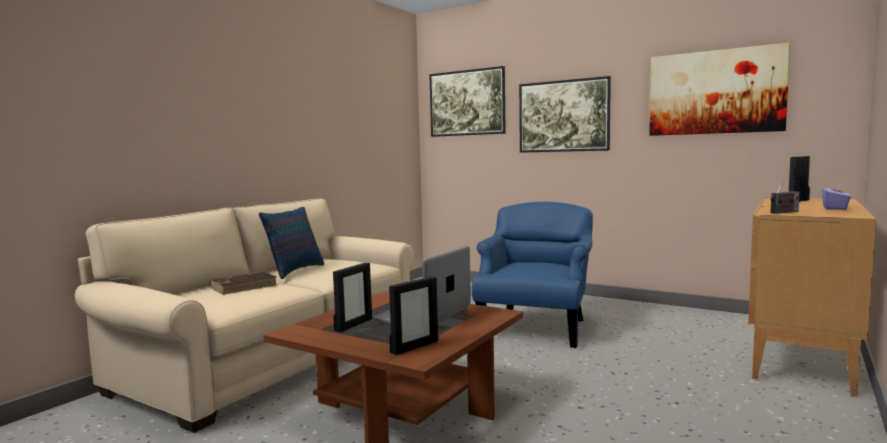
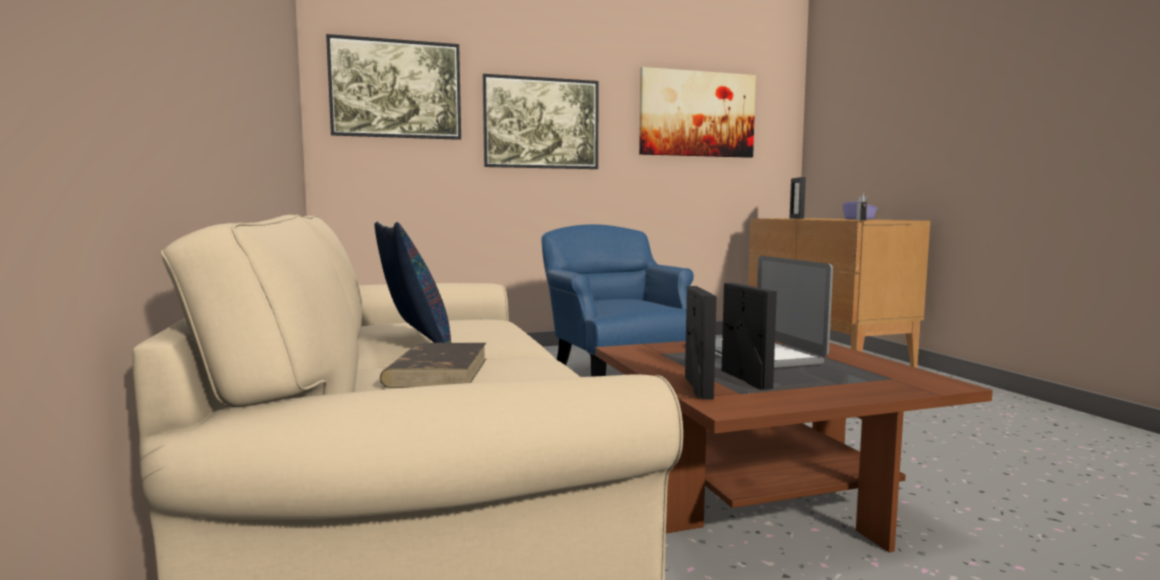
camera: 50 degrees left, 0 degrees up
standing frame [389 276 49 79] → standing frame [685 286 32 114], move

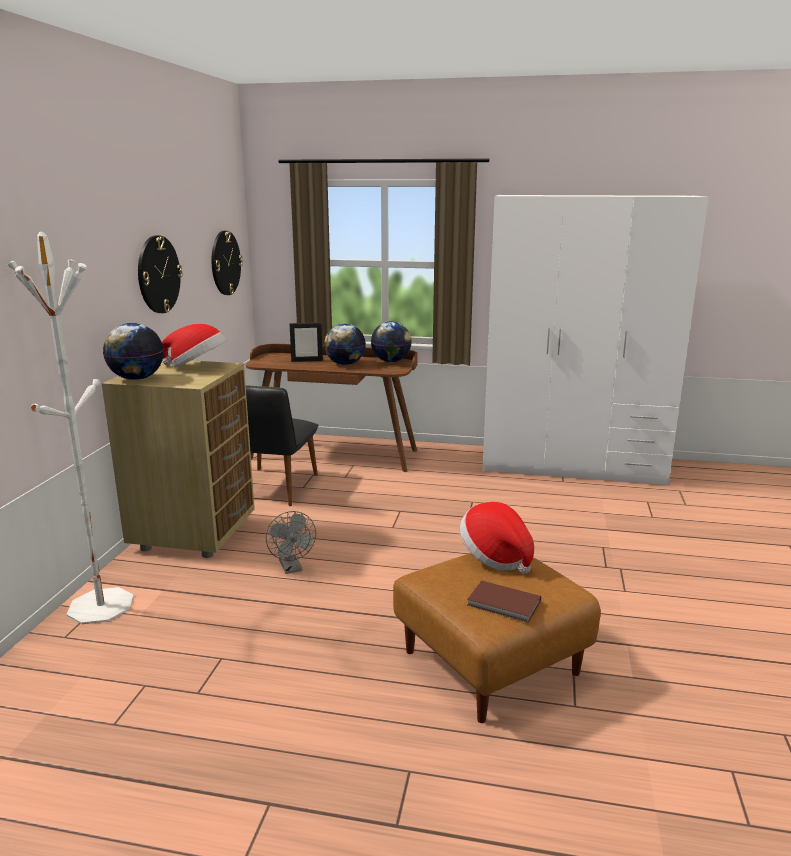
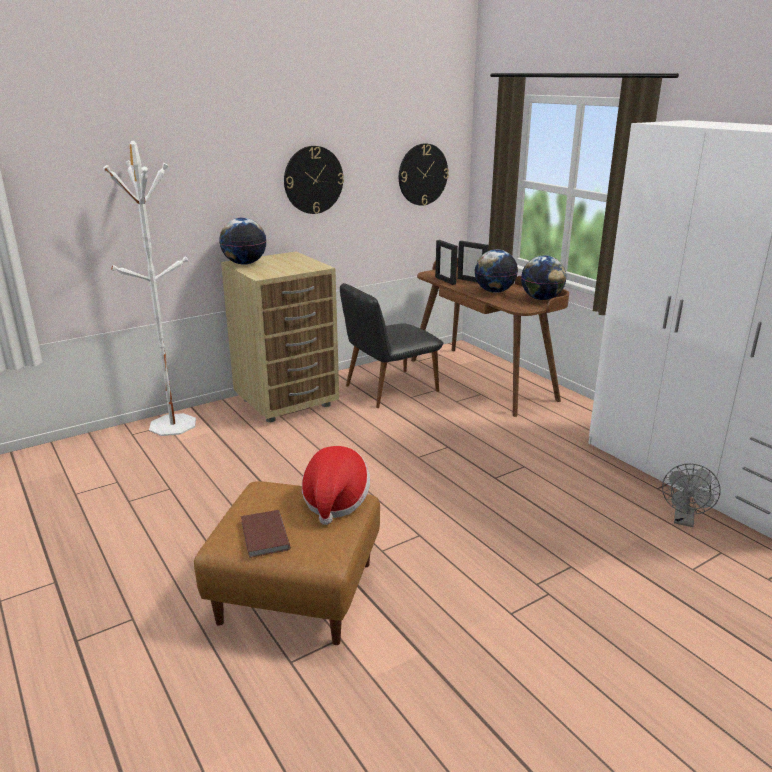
camera: 45 degrees right, 5 degrees up
wearable hat [162 324 65 44] → -
- → standing frame [435 240 23 45]
fan (greyish) [266 511 50 63] → fan (greyish) [662 464 59 63], move

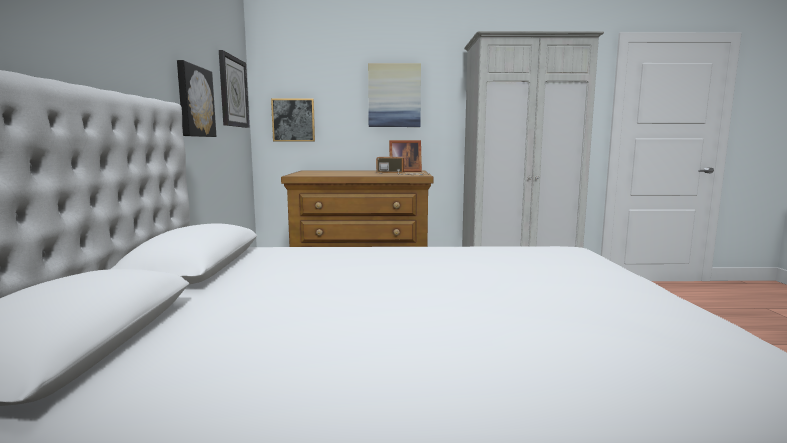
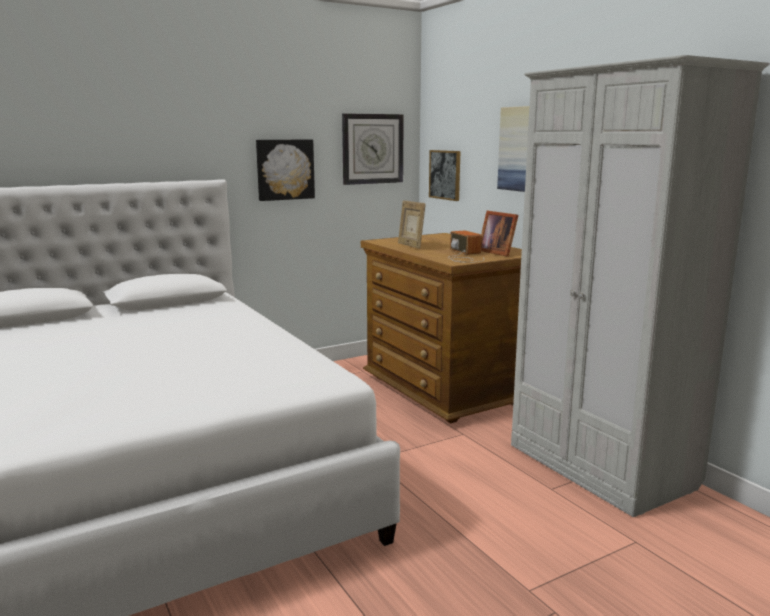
camera: 60 degrees right, 5 degrees up
- → standing frame [398 201 28 48]

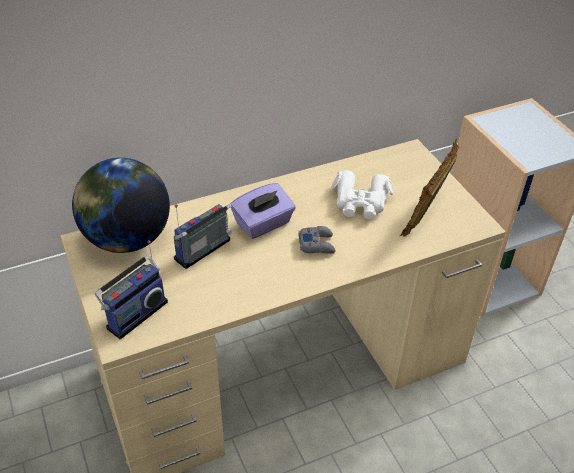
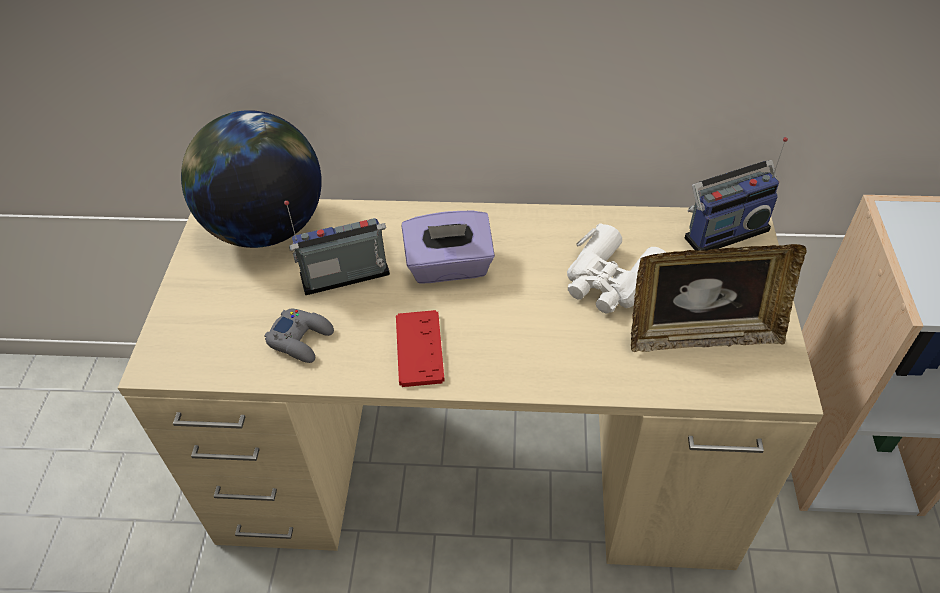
camera: 30 degrees right, 5 degrees up
- → joypad (reddish) [396 310 49 77]
radio [94 240 74 99] → radio [685 137 103 114], move
joypad (greyish) [298 226 37 28] → joypad (greyish) [264 309 70 54], move
standing frame [400 138 59 99] → standing frame [631 244 176 108], 150 degrees counterclockwise

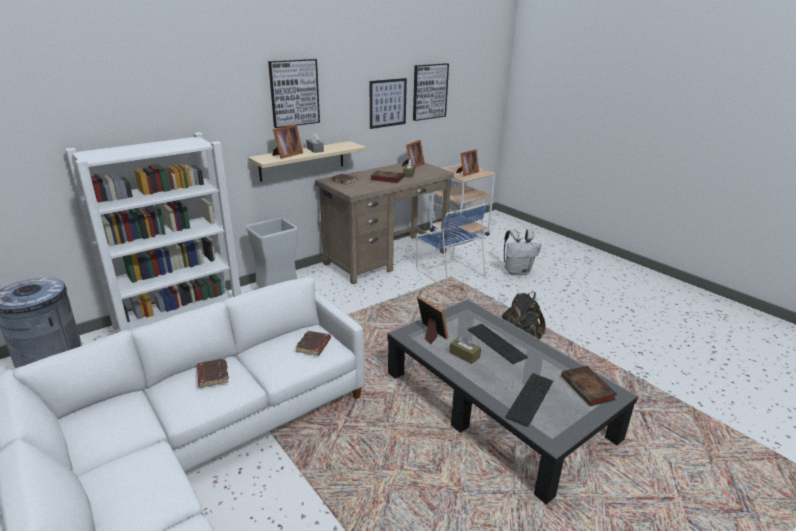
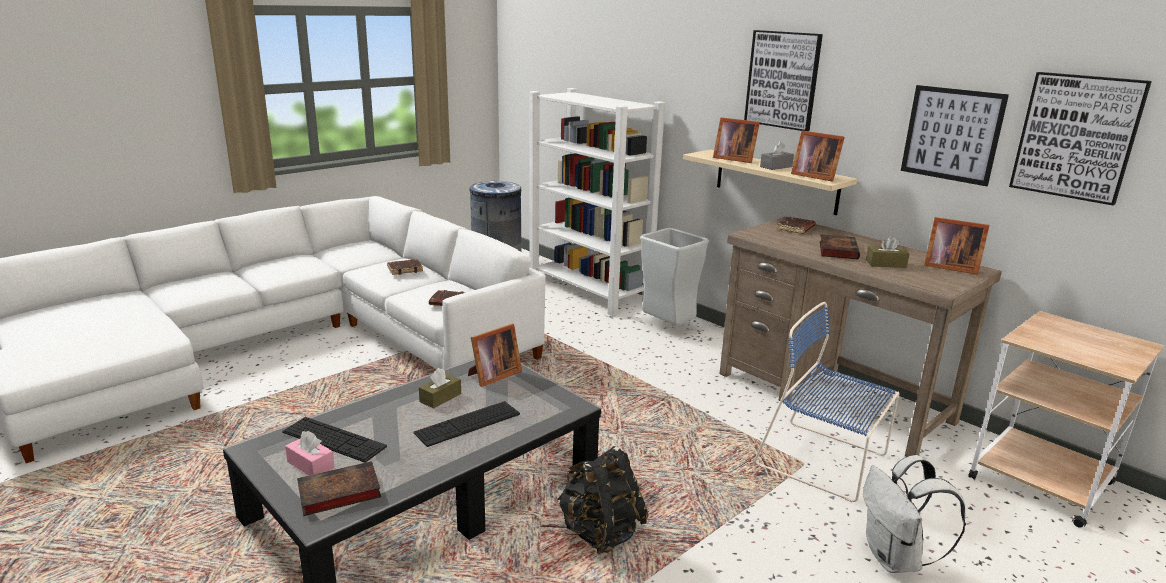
camera: 85 degrees right, 5 degrees down
- → tissue box (pink-coloured) [285 431 50 44]
standing frame [456 149 23 27] → standing frame [791 131 54 51], move
upright chair (blue-coloured) [416 204 70 85] → upright chair (blue-coloured) [754 302 146 200], 75 degrees clockwise

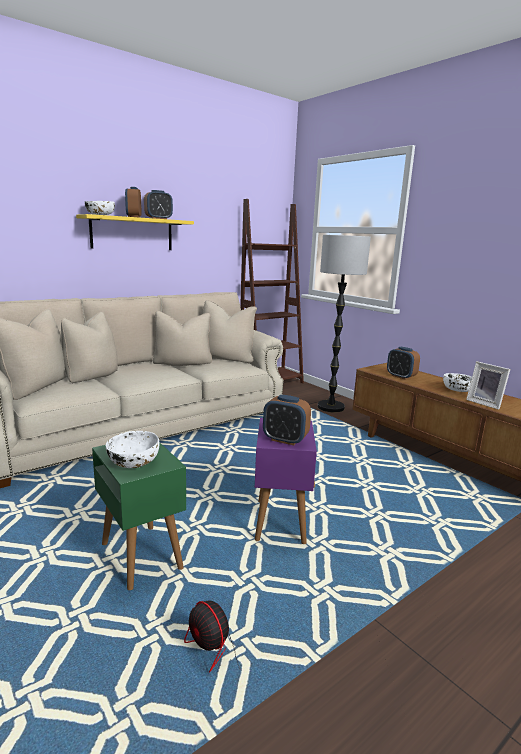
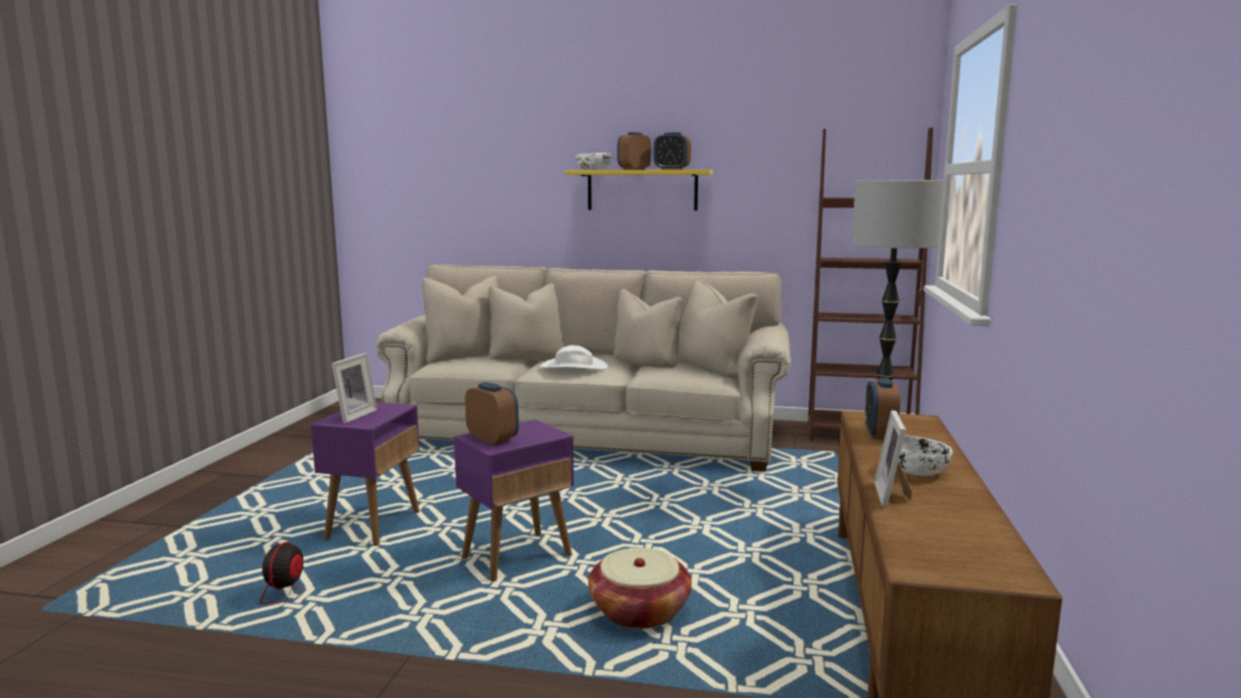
camera: 50 degrees right, 5 degrees down
- → wearable hat (white-coloured) [540 345 68 25]
- → storage basket [588 548 104 81]
serving bowl (white-coloured) [106 431 53 37] → standing frame [331 353 46 70]
end table (green) [92 442 94 148] → end table (purple-coloured) [311 402 109 144]
bedside clock [263 395 48 50] → bedside clock [465 382 54 63], 150 degrees clockwise

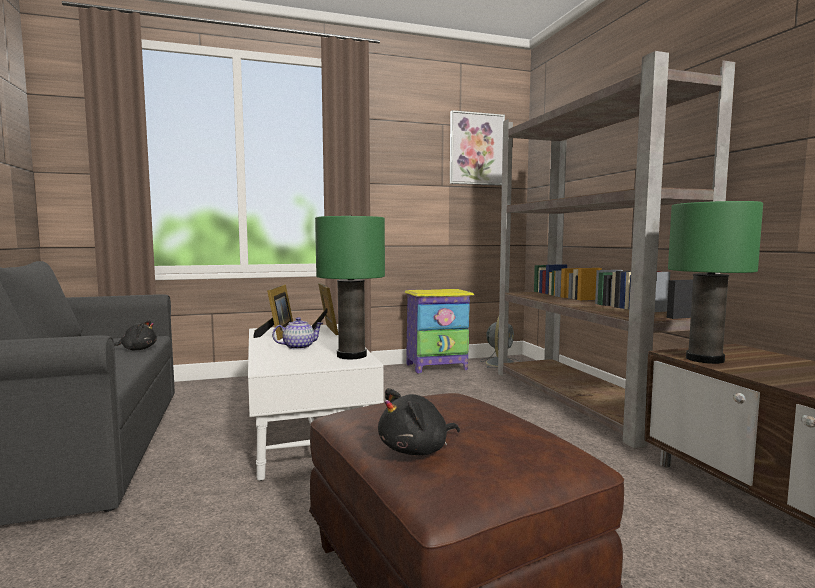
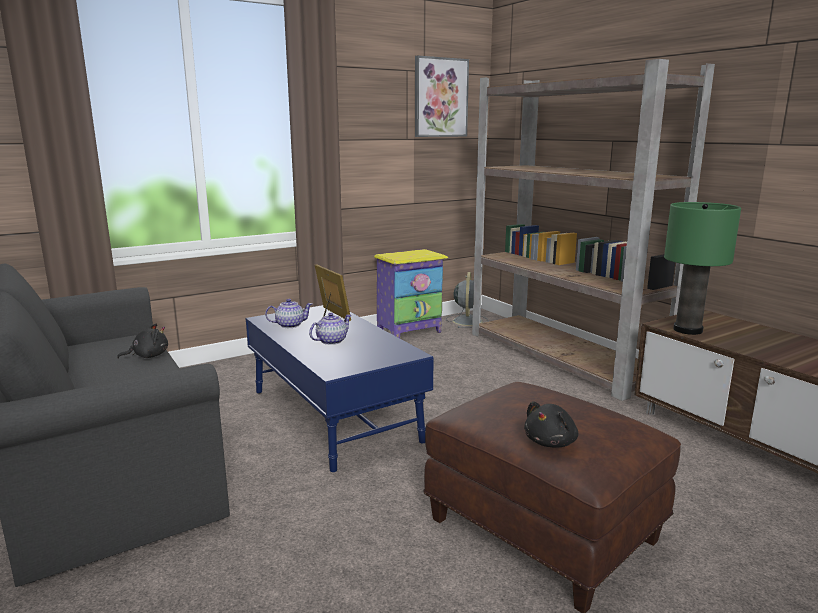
camera: 15 degrees left, 10 degrees up
tabletop lamp (green) [315 215 70 144] → -
standing frame [253 284 40 56] → tea pot [265 299 48 29]
coffee table (white-coloured) [248 324 136 157] → coffee table (blue-coloured) [246 305 188 167]

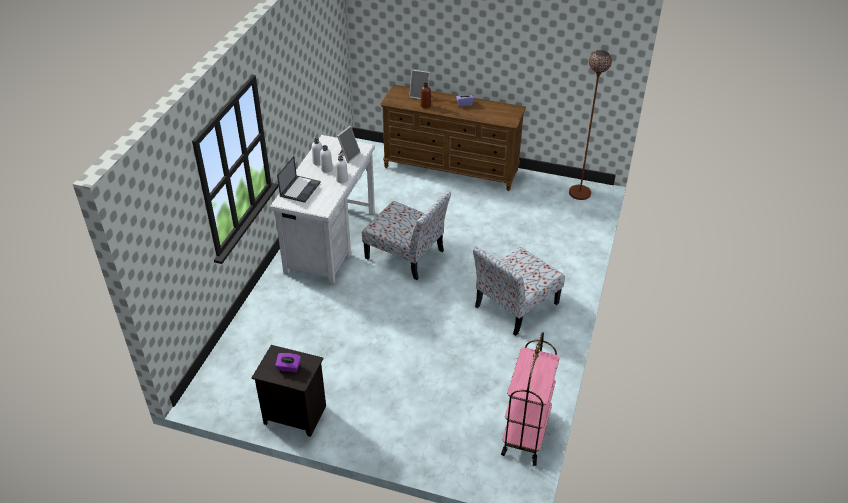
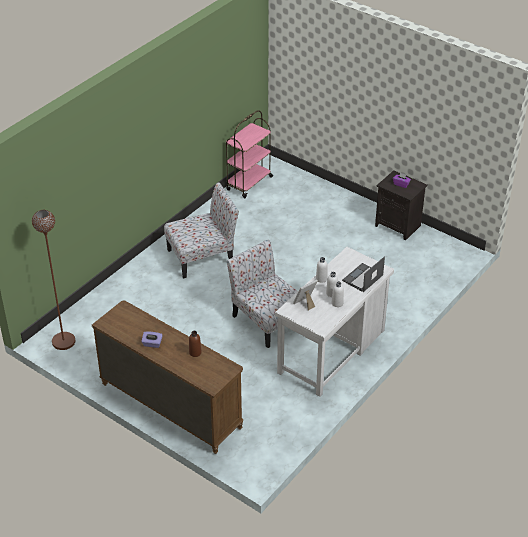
camera: 160 degrees left, 0 degrees up
standing frame [409 70 21 29] → -

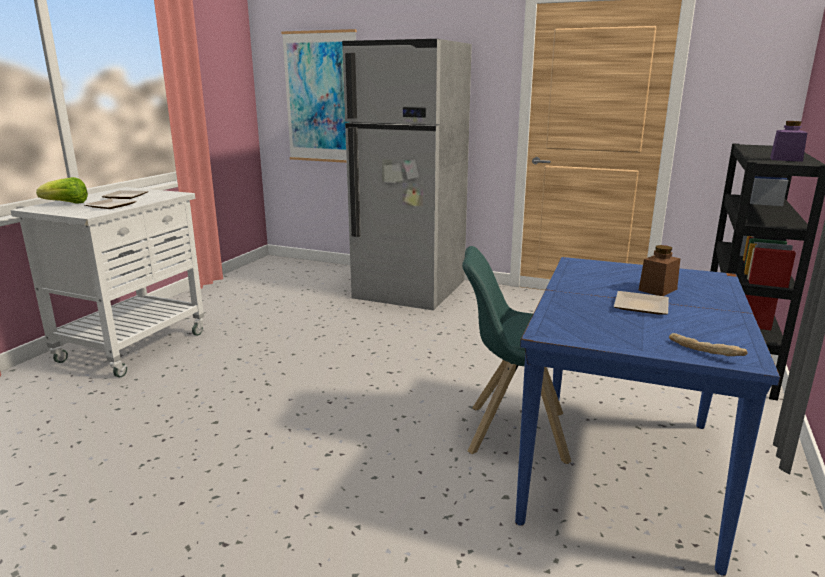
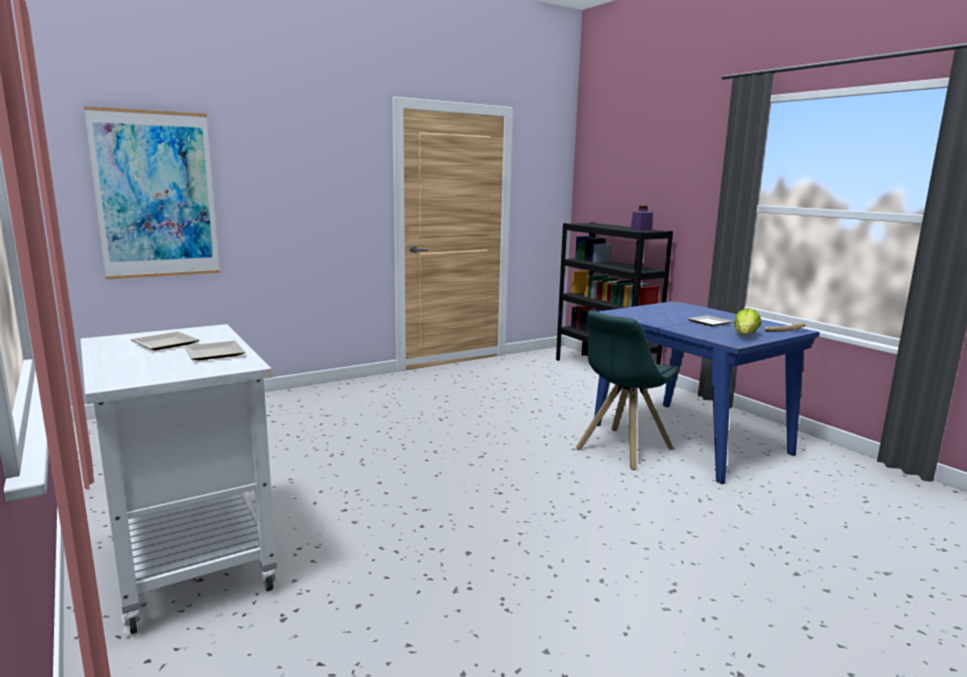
camera: 55 degrees left, 5 degrees down
refrigerator (greyish) [342 39 130 272] → -
preserve jar (brown-coloured) [638 245 42 51] → -
lettuce head [36 177 52 27] → lettuce head [734 308 27 27], move

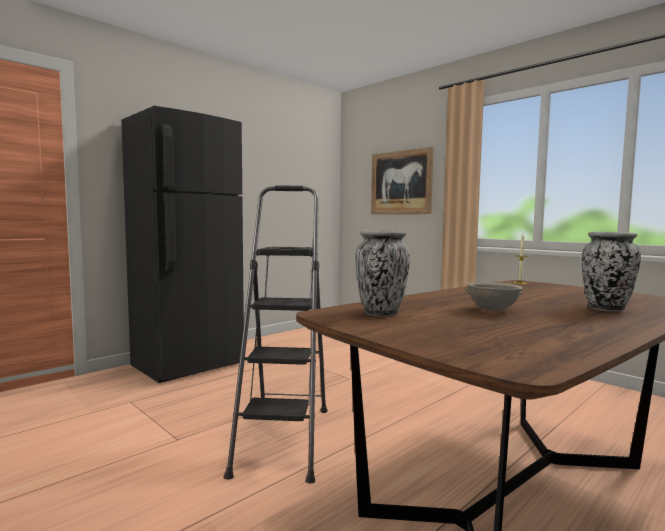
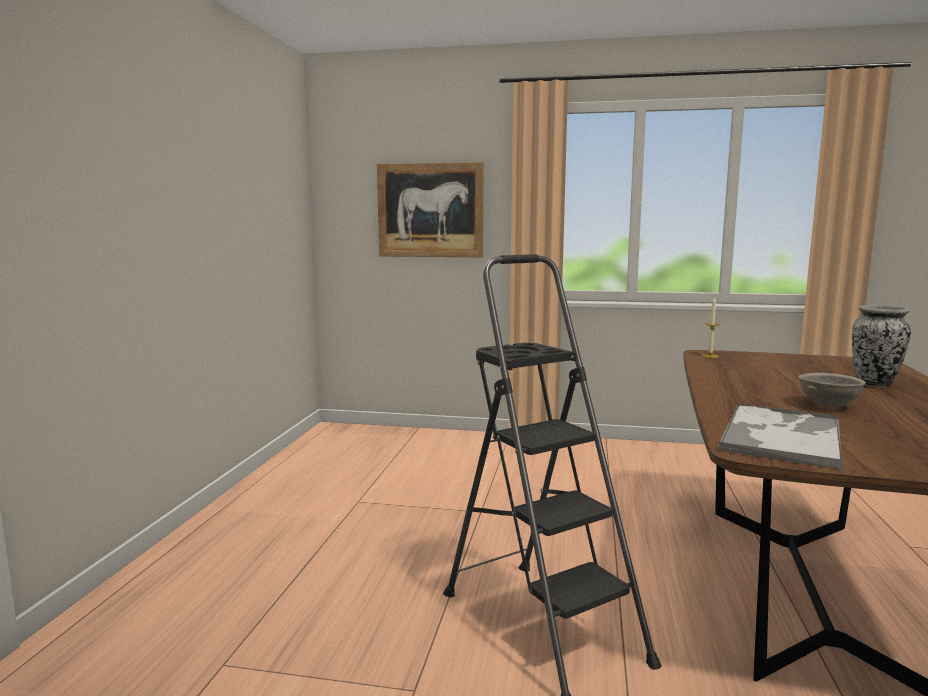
camera: 35 degrees left, 5 degrees up
refrigerator (blackish) [121 106 123 277] → -
decorative vase [355 230 55 87] → carrying tray [718 403 125 67]

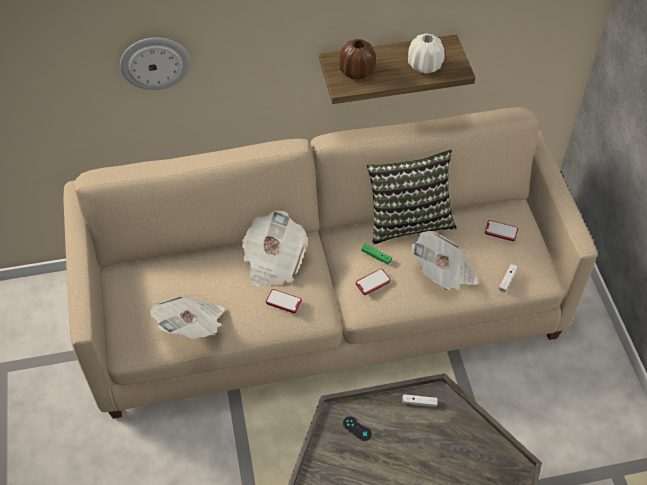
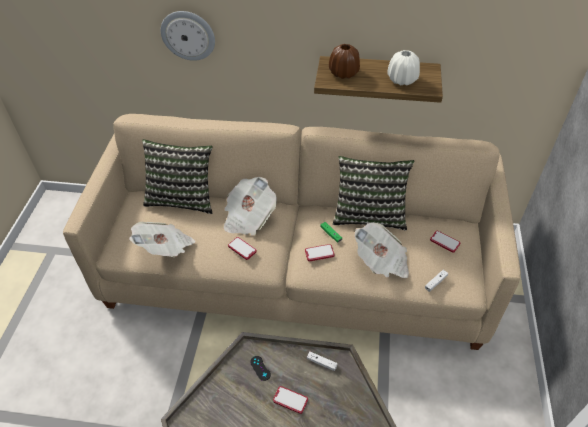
camera: 20 degrees right, 5 degrees down
- → cushion [142 139 71 75]
- → handset [273 386 35 28]

